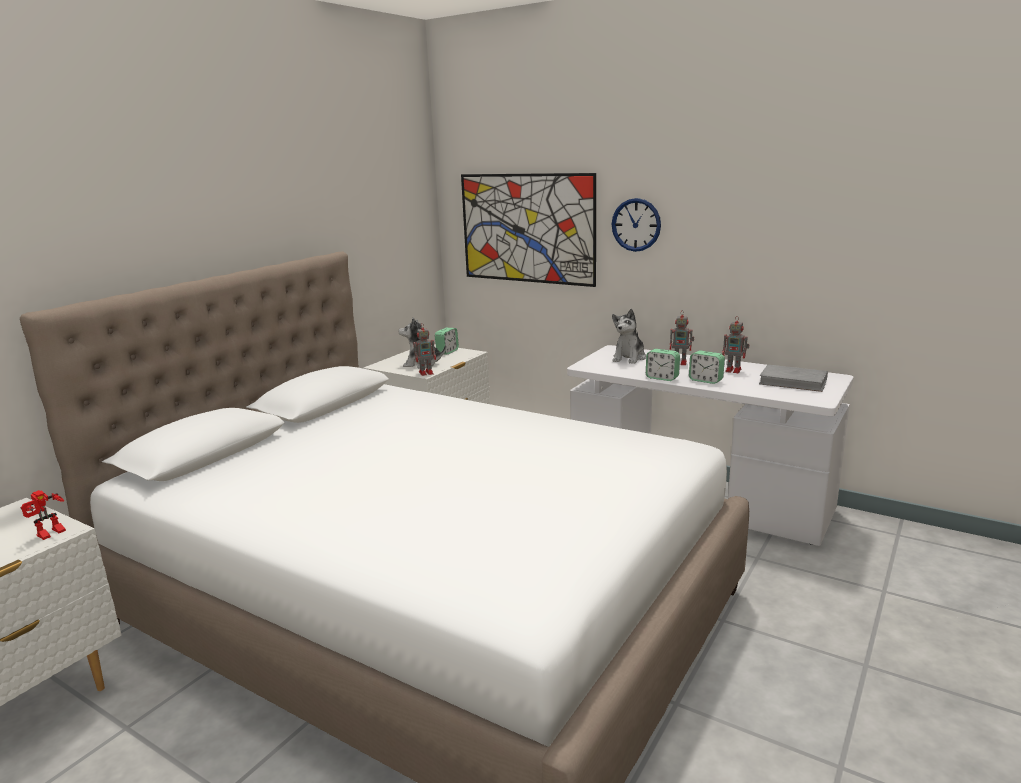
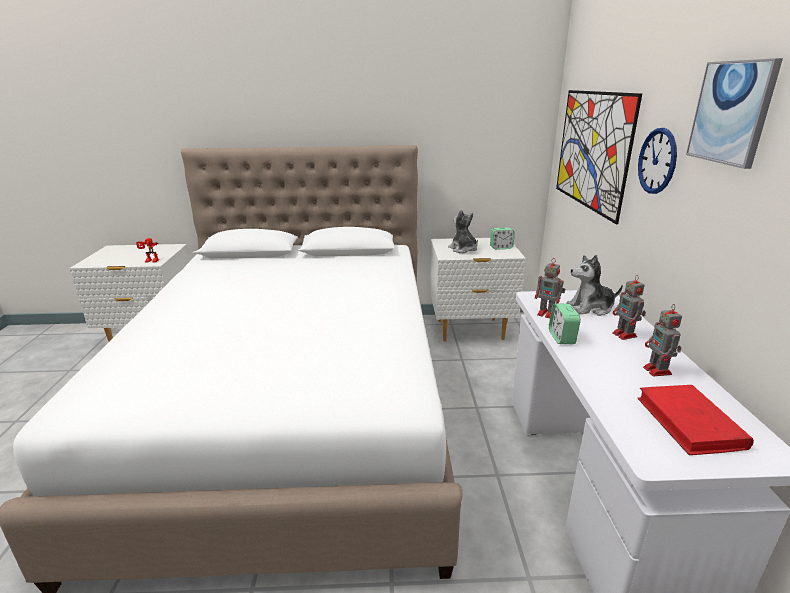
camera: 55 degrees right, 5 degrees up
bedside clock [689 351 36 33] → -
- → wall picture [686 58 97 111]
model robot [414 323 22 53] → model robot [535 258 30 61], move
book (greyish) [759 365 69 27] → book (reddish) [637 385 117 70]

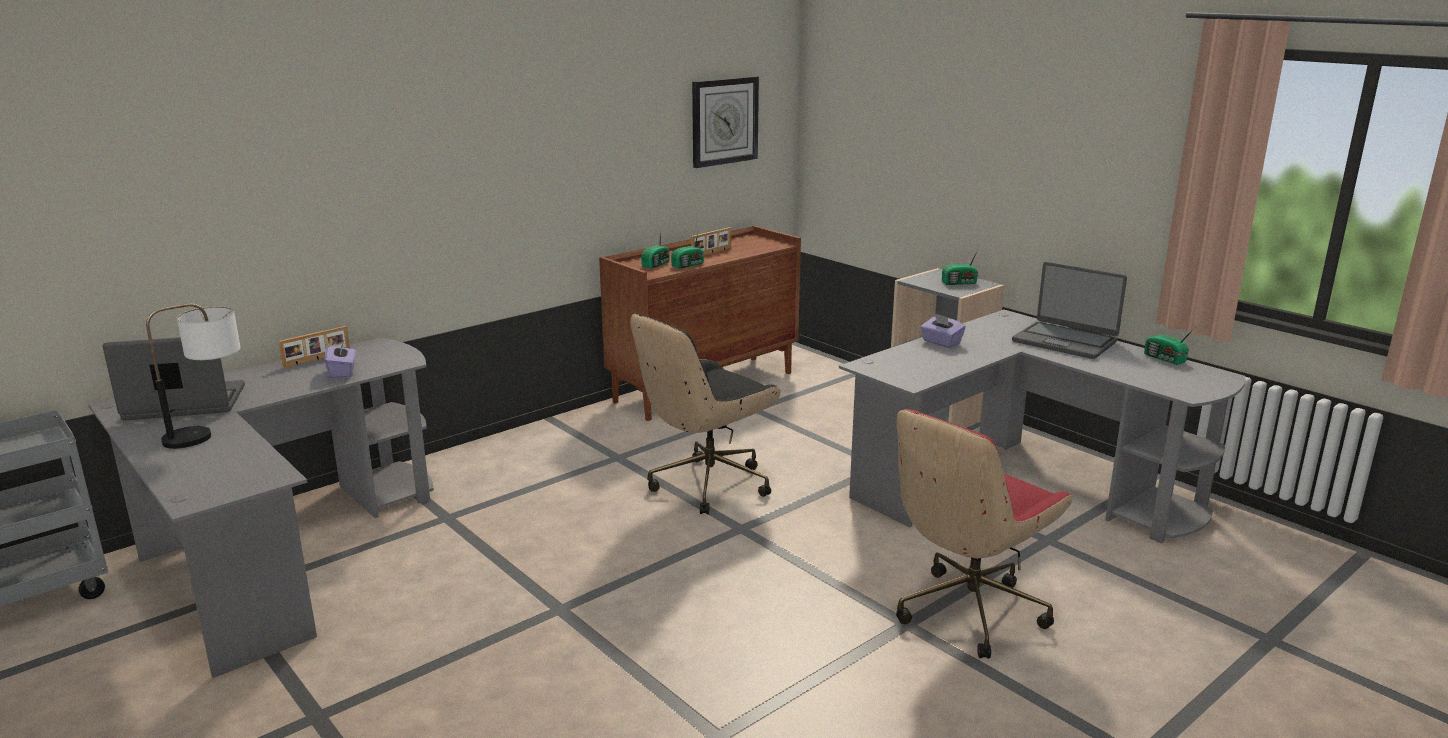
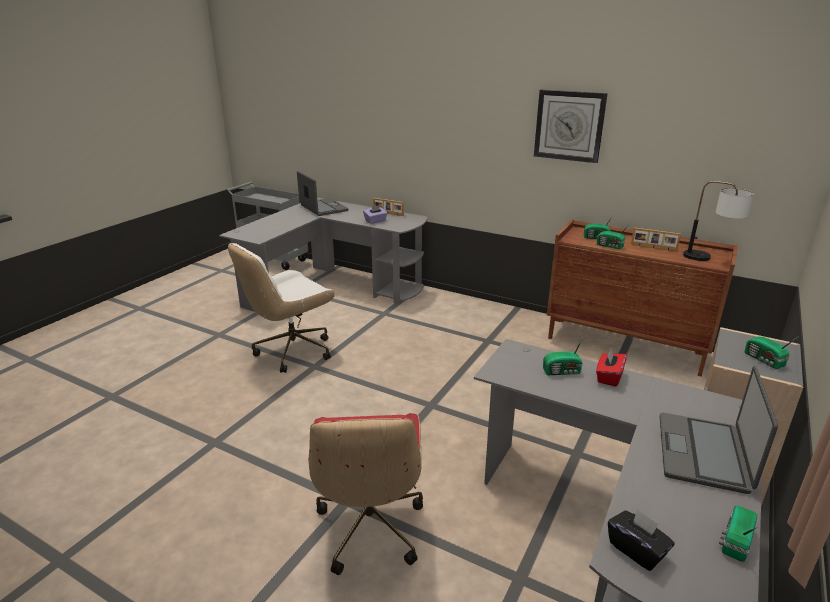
camera: 70 degrees right, 5 degrees up
computer chair (blackish) [630 314 151 200] → -
- → computer chair (white-coloured) [228 243 107 130]
- → radio [543 336 41 39]
- → tissue box (blackish) [608 508 67 63]
tabletop lamp [146 303 95 146] → tabletop lamp [683 181 71 80], move
clock on the wall [692 76 67 92] → clock on the wall [534 90 74 73], move
tissue box (purple-coloured) [920 313 46 35] → tissue box (reddish) [596 348 31 39]
computer chair (reddish) [896 409 176 249] → computer chair (reddish) [309 413 114 162], 120 degrees counterclockwise

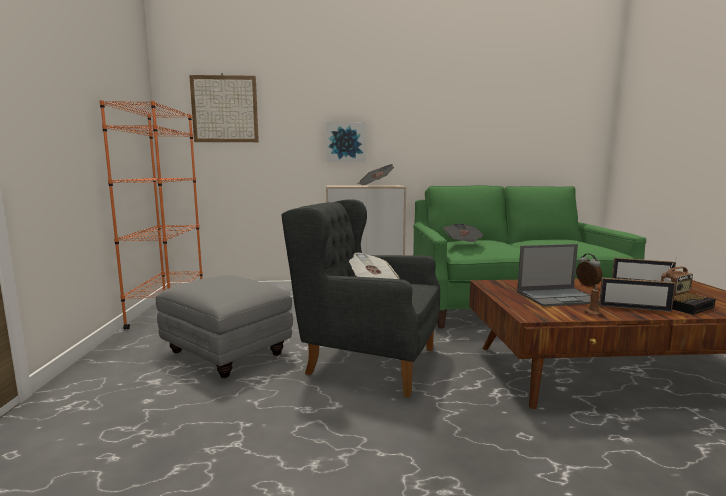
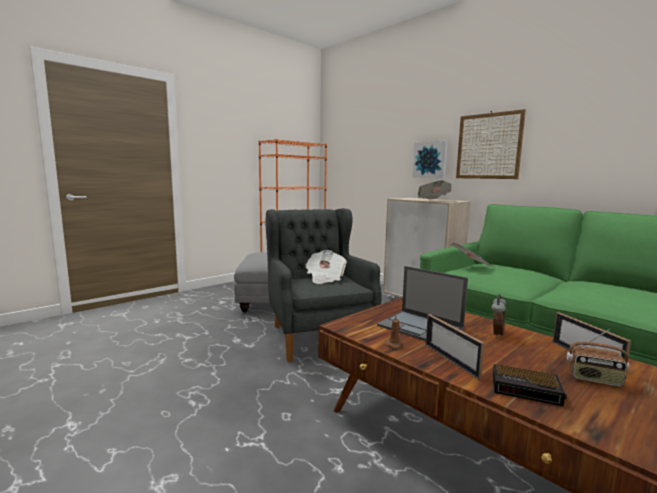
camera: 50 degrees right, 0 degrees up
wall picture [189 73 70 69] → wall picture [456 109 70 70], move

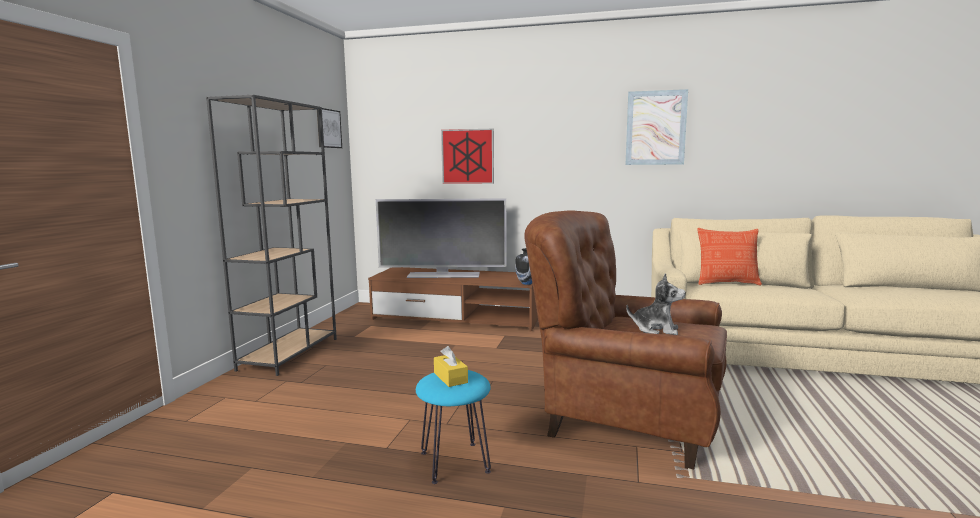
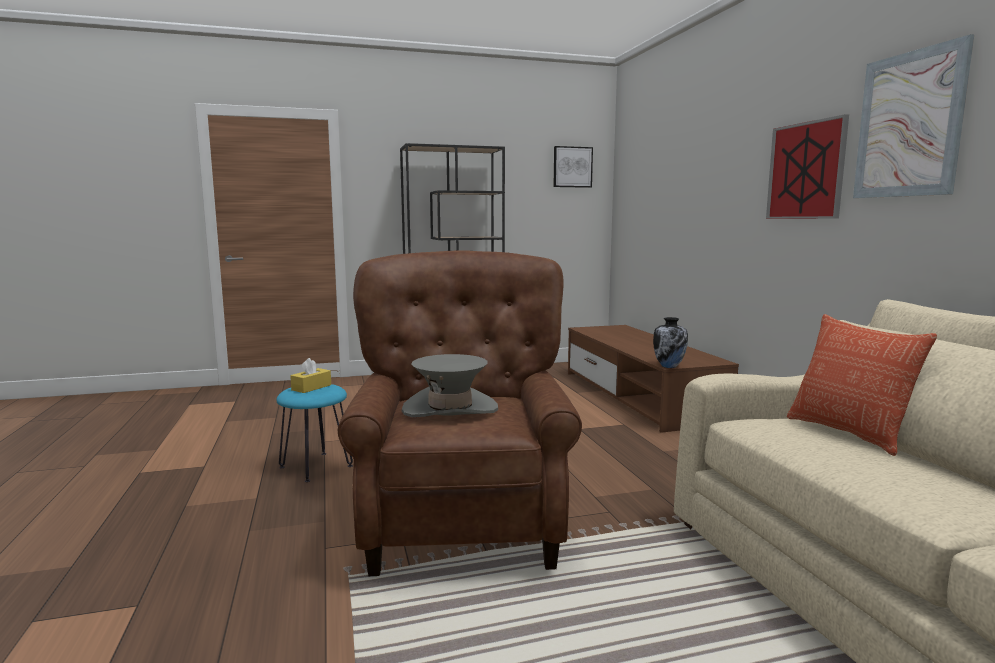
camera: 60 degrees right, 0 degrees up
TV [376 198 131 80] → -
wall picture [441 129 53 55] → wall picture [766 114 83 105], move
cuddly toy [626 273 60 62] → wearable hat (greyish) [402 354 96 63]

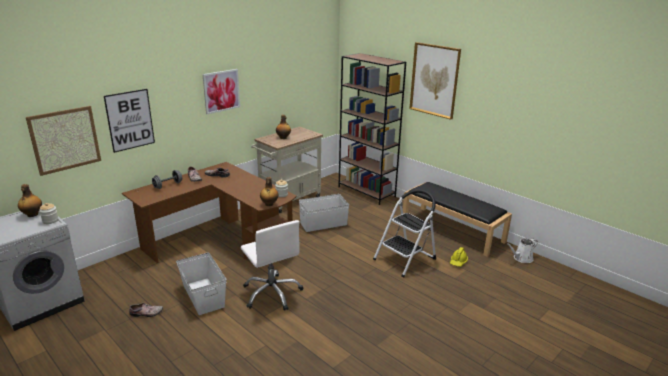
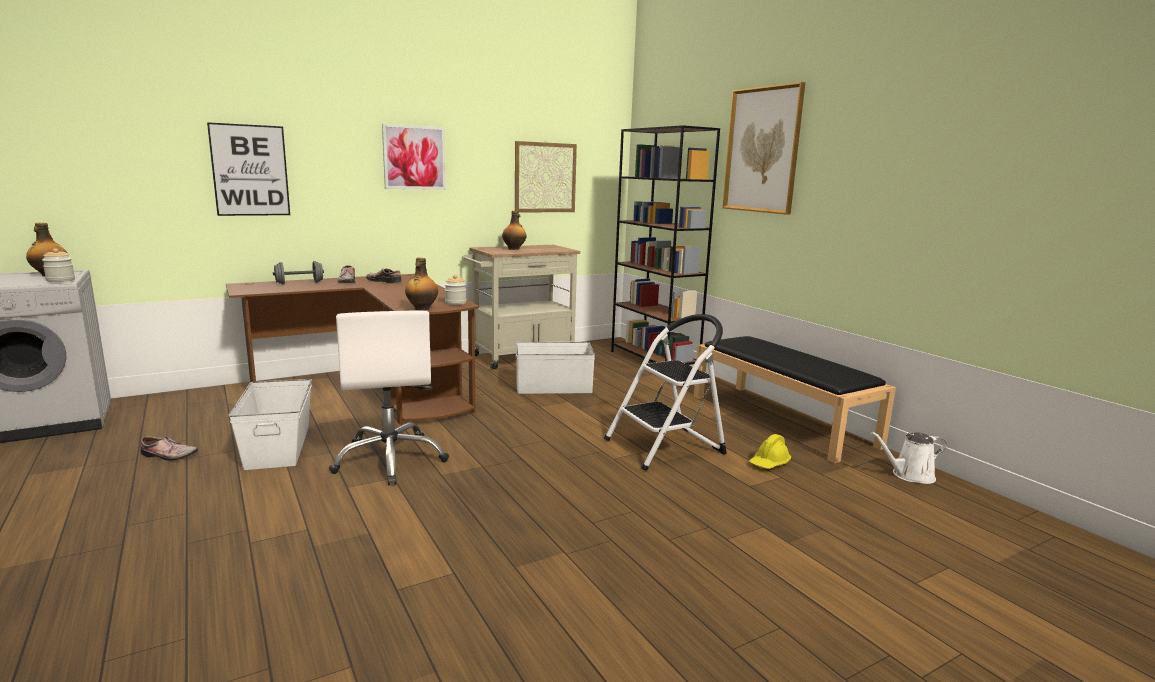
camera: 15 degrees right, 10 degrees down
wall picture [26 106 75 70] → wall picture [515 141 62 72], move

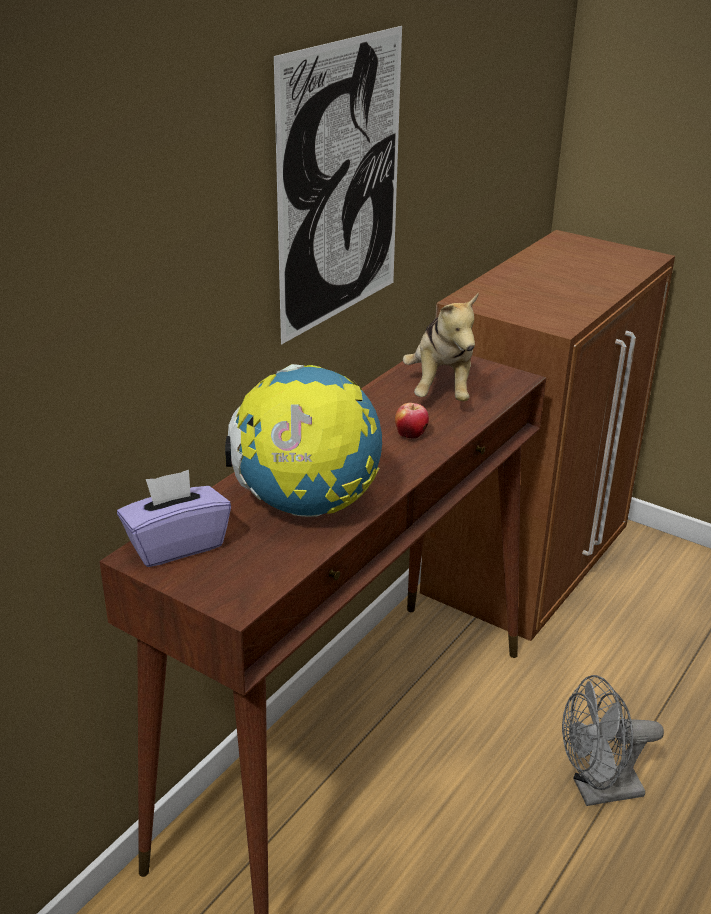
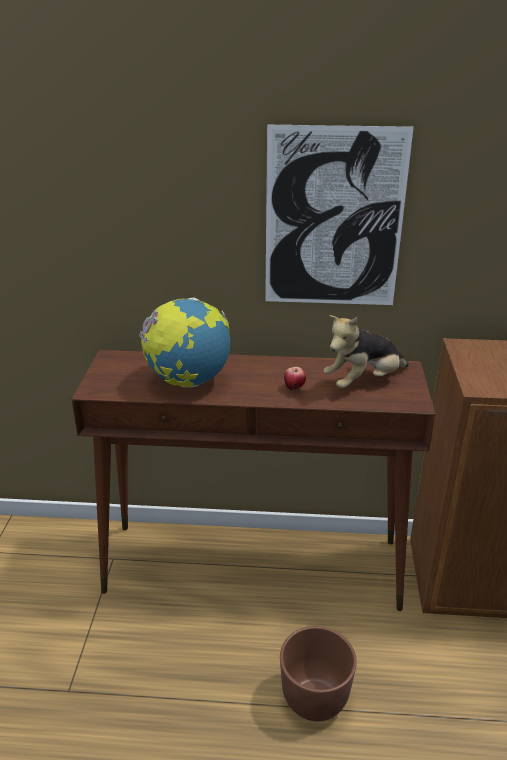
camera: 60 degrees right, 0 degrees up
tissue box (purple-coloured) [117 470 114 97] → -
fan (greyish) [562 675 102 131] → planter (brown-coloured) [280 626 77 95]

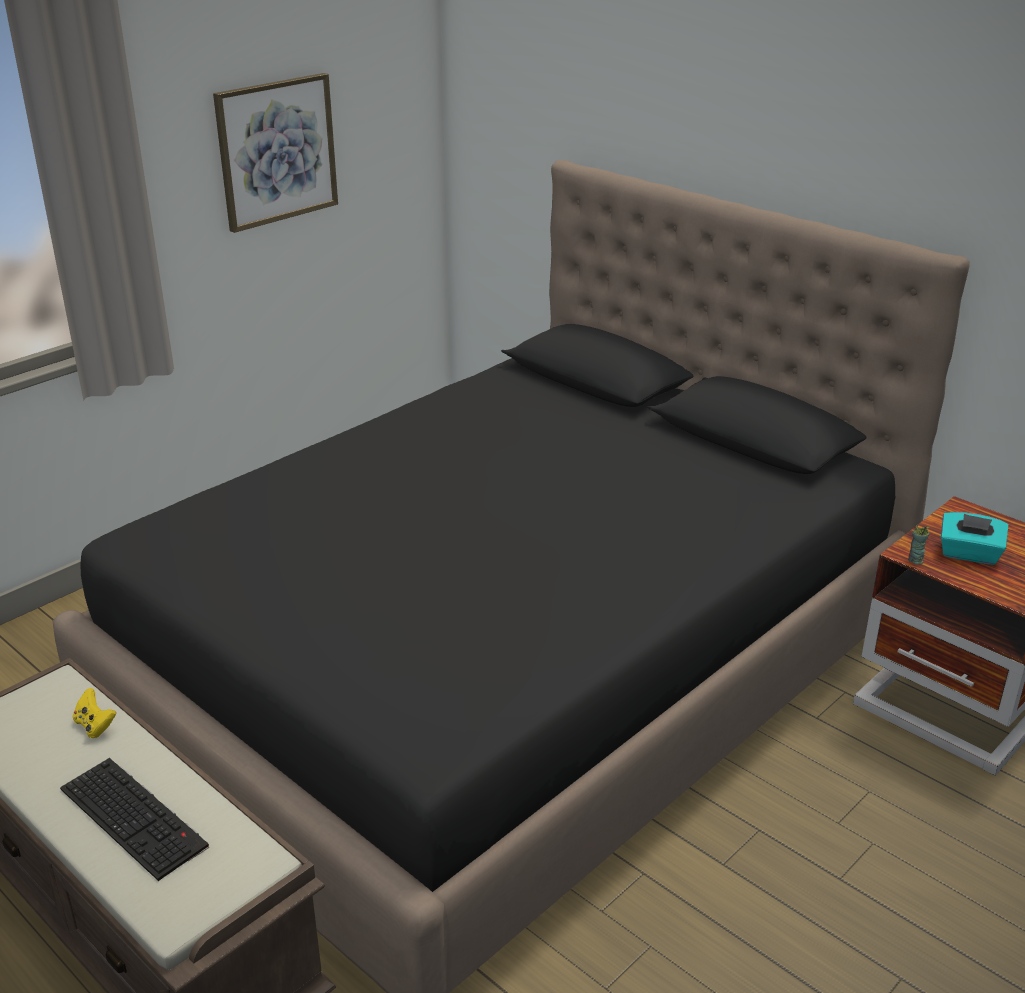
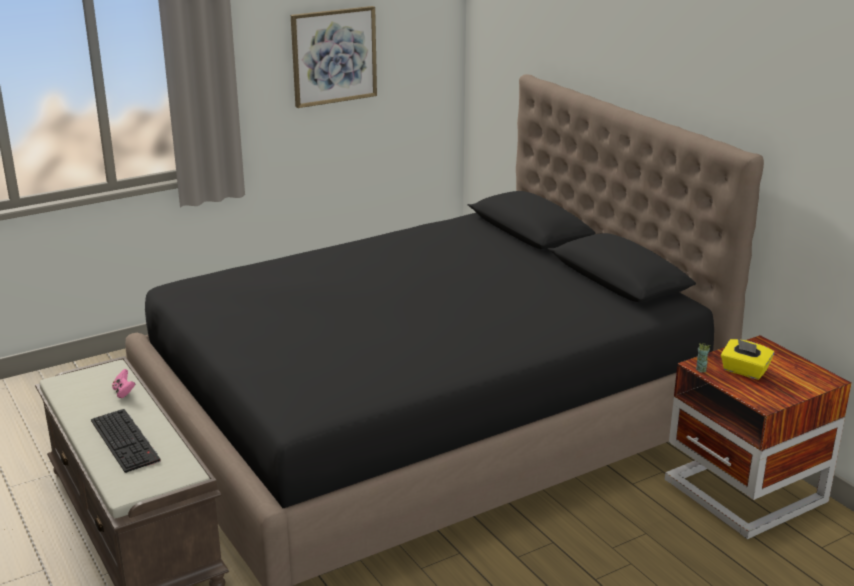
camera: 15 degrees right, 5 degrees down
joypad (yellow) [73 688 43 50] → joypad (pink-coloured) [112 369 23 29]
tissue box (turquoise) [941 512 67 53] → tissue box (yellow) [721 339 53 41]

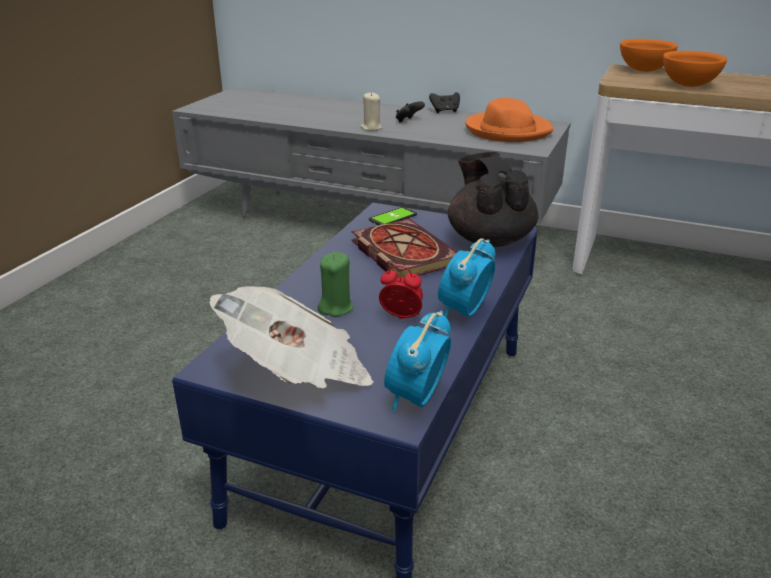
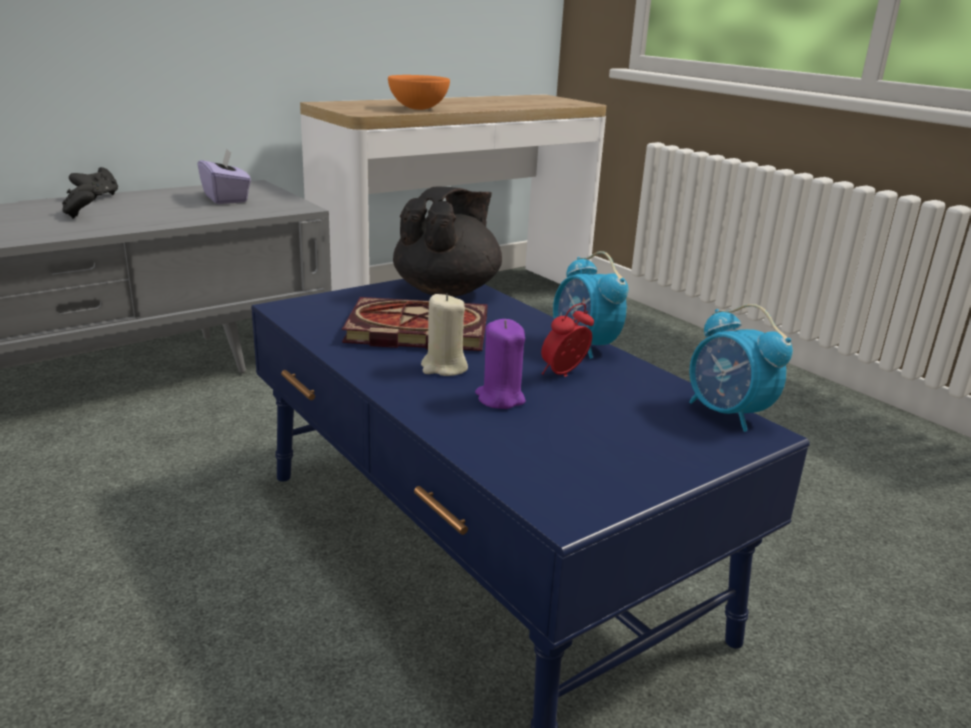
camera: 60 degrees left, 5 degrees down
daily paper [210 286 164 103] → -
handset [369 207 48 18] → -
serving bowl (orange) [620 39 58 33] → -
wax light (beige-coloured) [360 92 22 39] → wax light (beige-coloured) [421 293 47 83], move
wearable hat (orange) [465 98 88 44] → tissue box (purple-coloured) [197 148 54 56]
wax light (green) [317 252 37 65] → wax light (purple-coloured) [475 319 51 90]
tea pot (blackish) [448 152 90 95] → tea pot (blackish) [393 186 109 111], 105 degrees clockwise

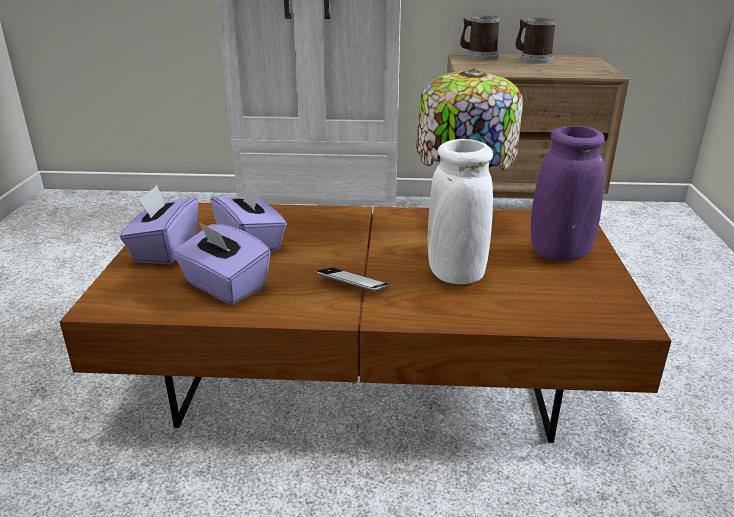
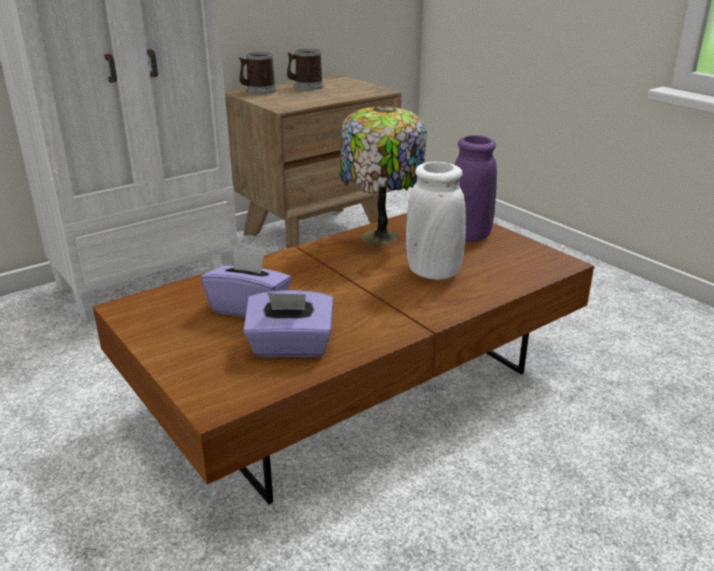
camera: 40 degrees left, 0 degrees up
tissue box (purple-coloured) [120 185 78 79] → -
handset [316 268 73 23] → -

